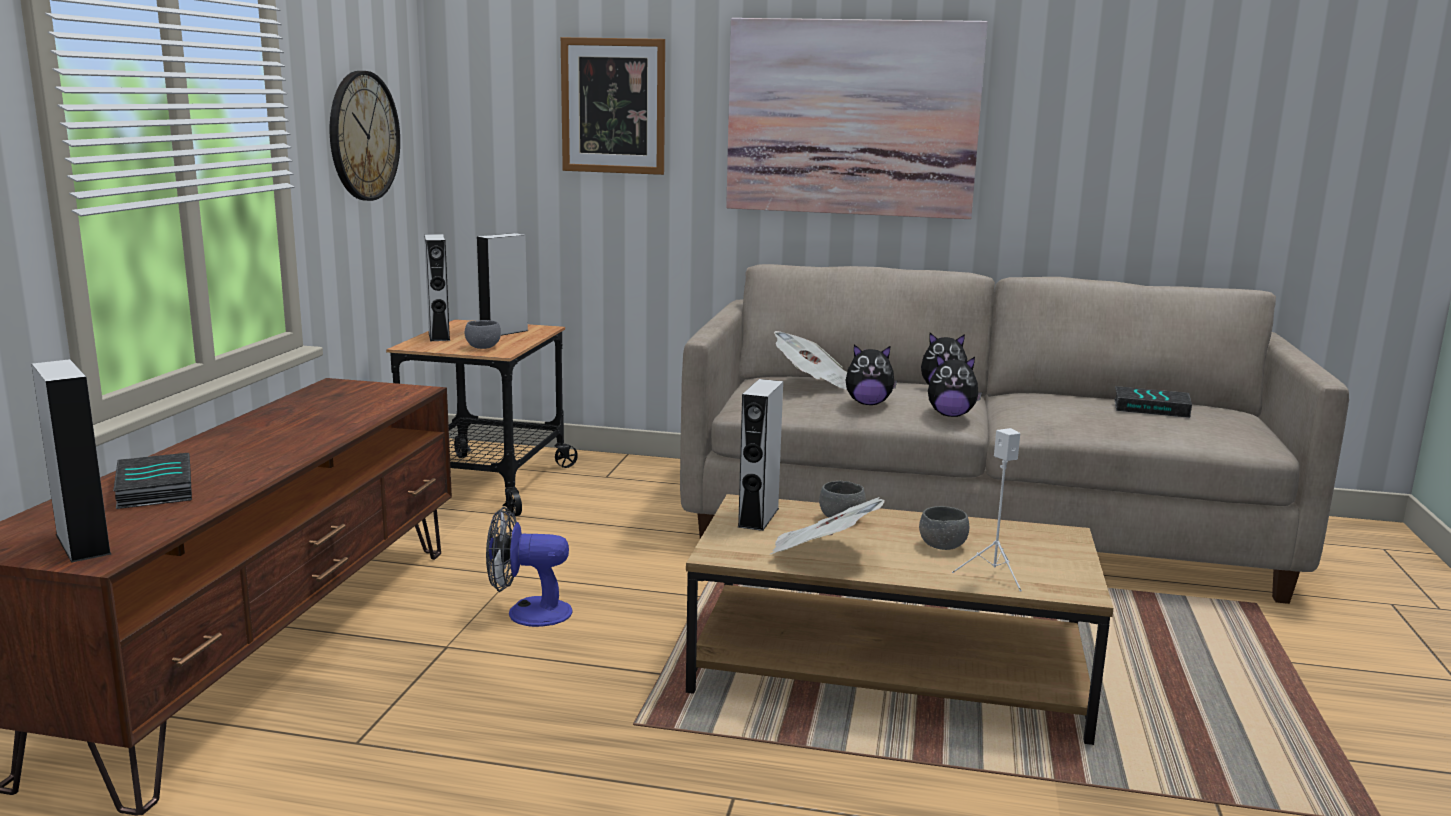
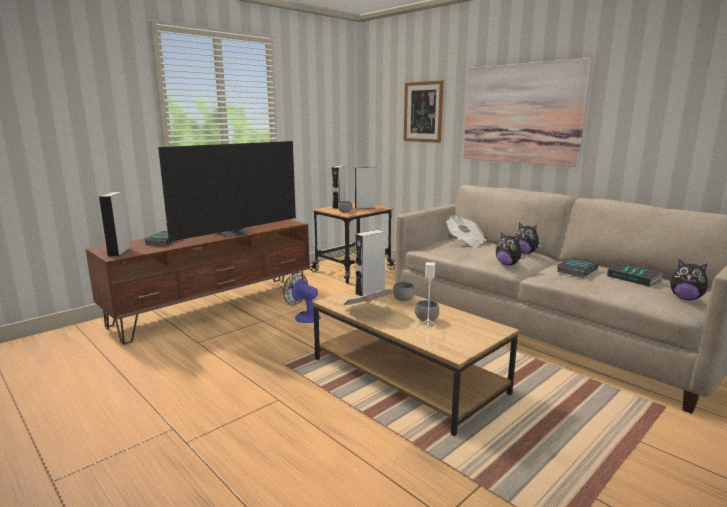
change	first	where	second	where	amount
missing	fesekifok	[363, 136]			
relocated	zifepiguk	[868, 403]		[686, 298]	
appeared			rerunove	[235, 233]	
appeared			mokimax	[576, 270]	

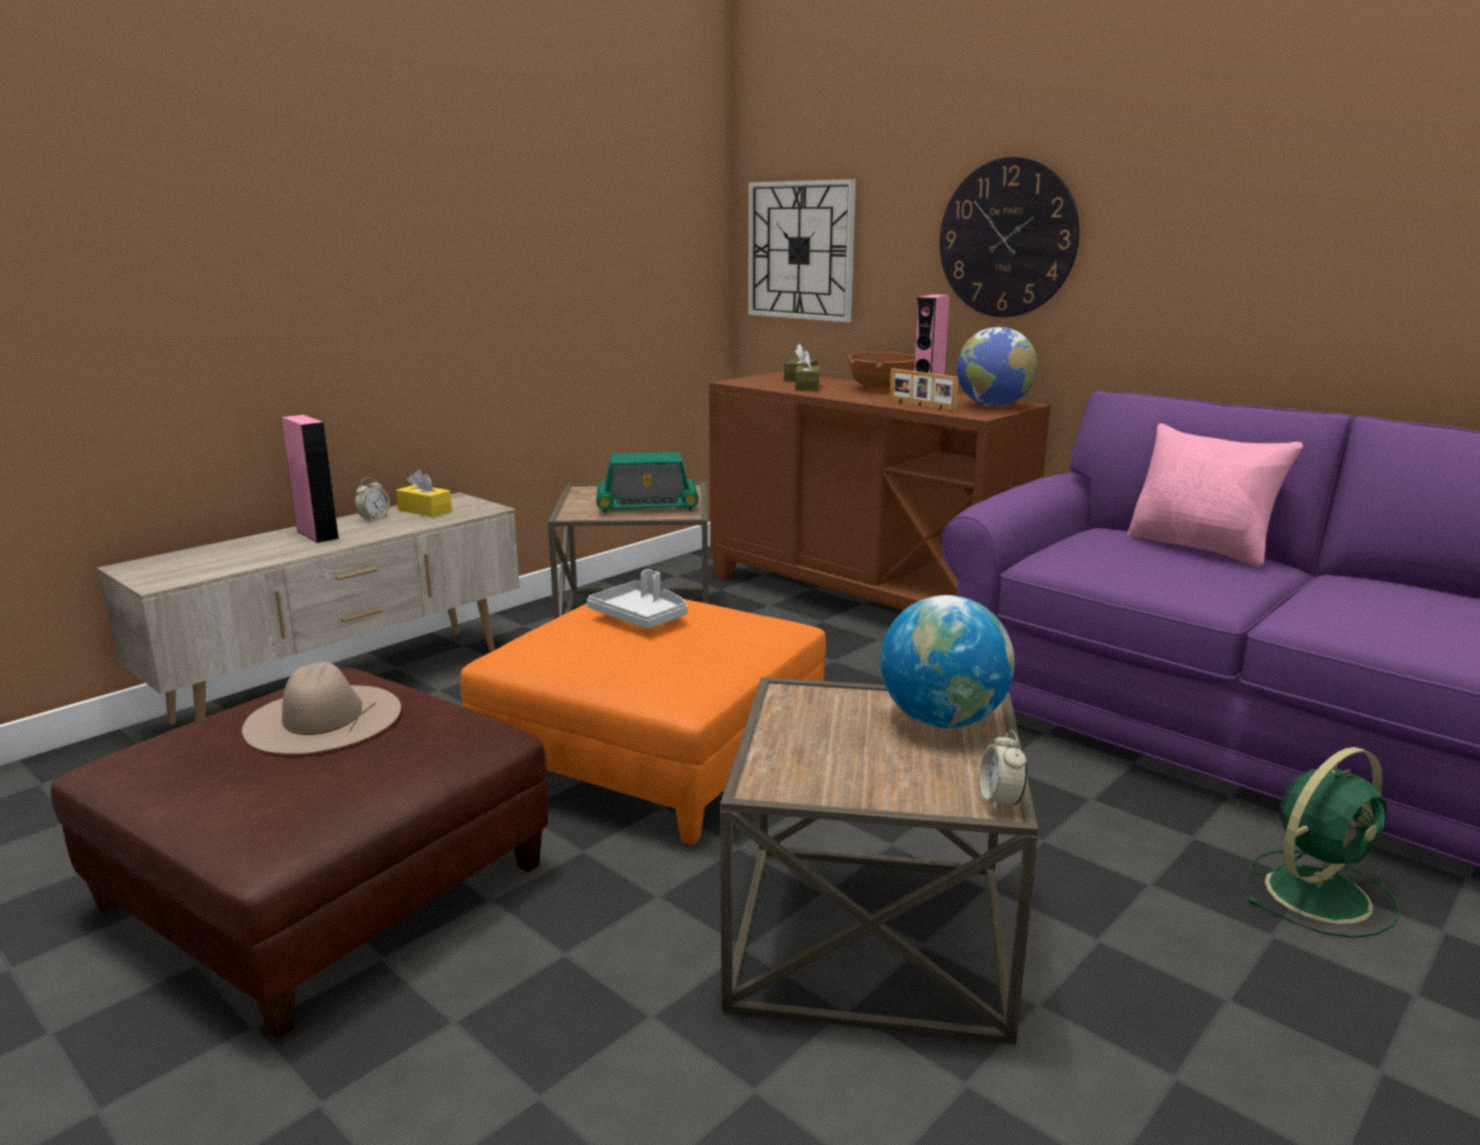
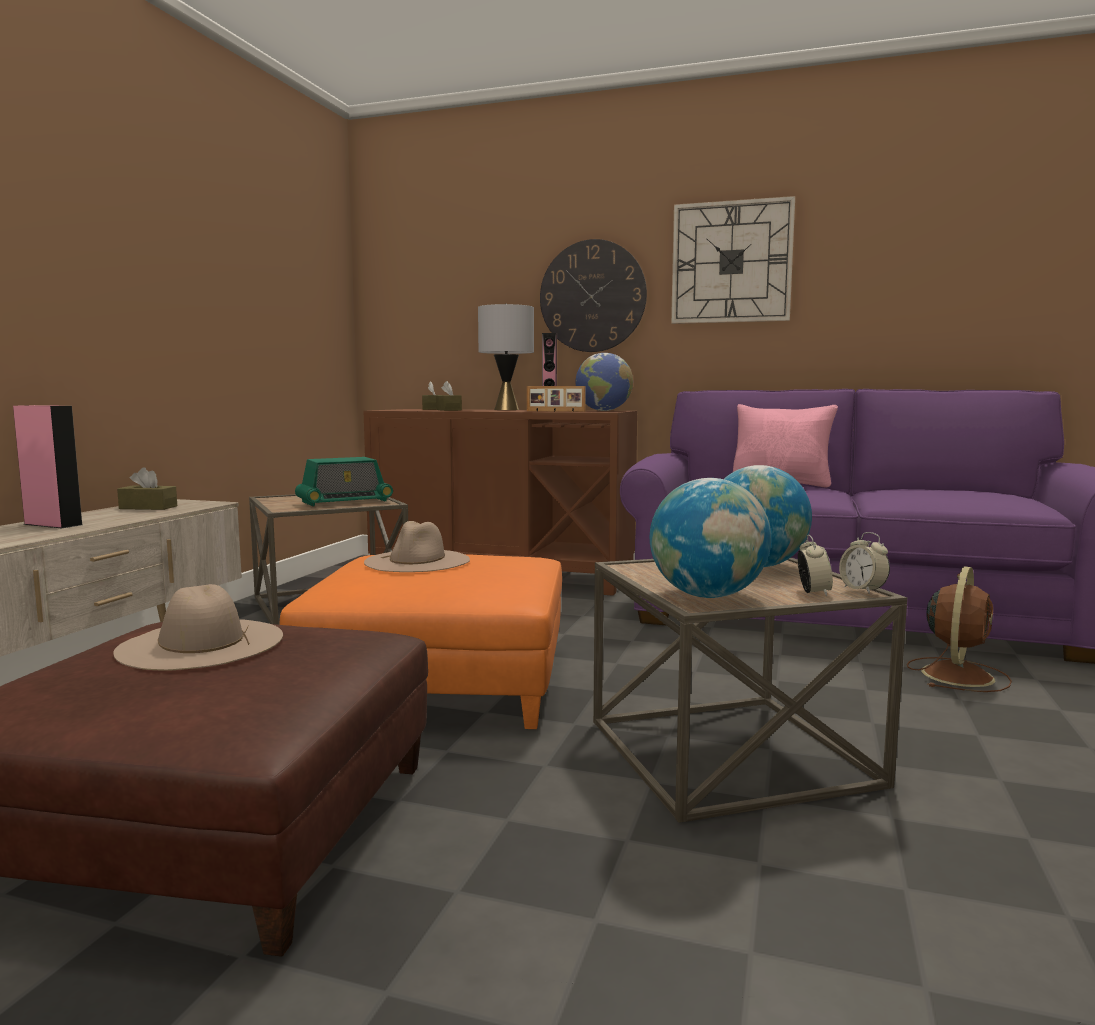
change	first	where	second	where	amount
relocated	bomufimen	[374, 518]		[813, 592]	
colour	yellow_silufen	[425, 510]	brown_silufen	[148, 507]	
exchanged	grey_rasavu	[641, 617]	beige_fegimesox	[417, 561]	
relocated	fesekifok	[800, 250]		[731, 262]	
exchanged	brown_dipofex	[882, 389]	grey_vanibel	[506, 409]	
colour	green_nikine	[1320, 892]	brown_nikine	[958, 674]	
appeared			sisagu	[708, 596]	

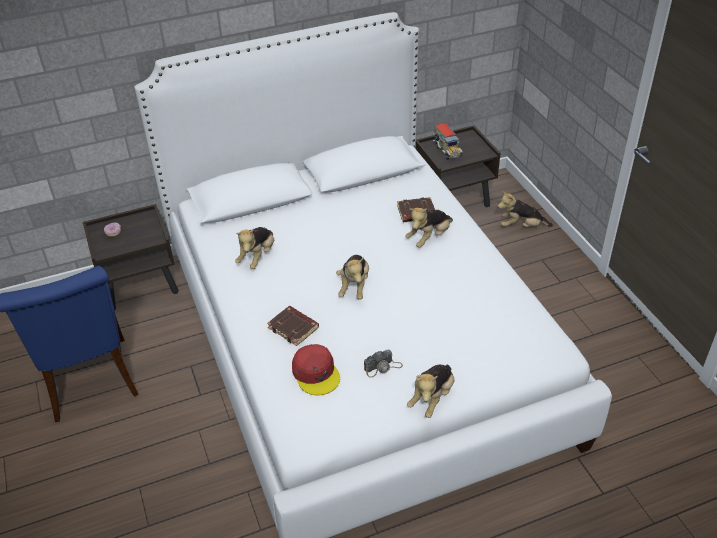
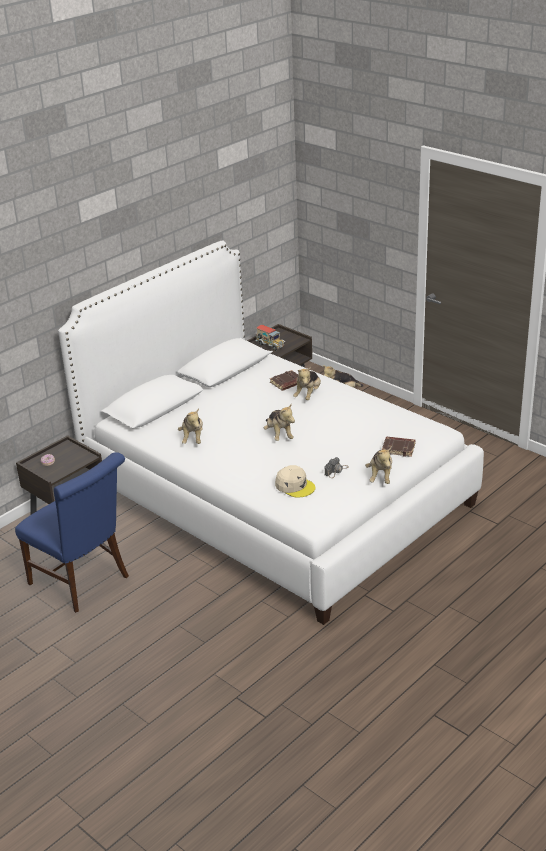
change	first	where	second	where	amount
relocated	brown_mokimax	[294, 328]		[399, 448]	
colour	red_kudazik	[316, 373]	beige_kudazik	[295, 486]	

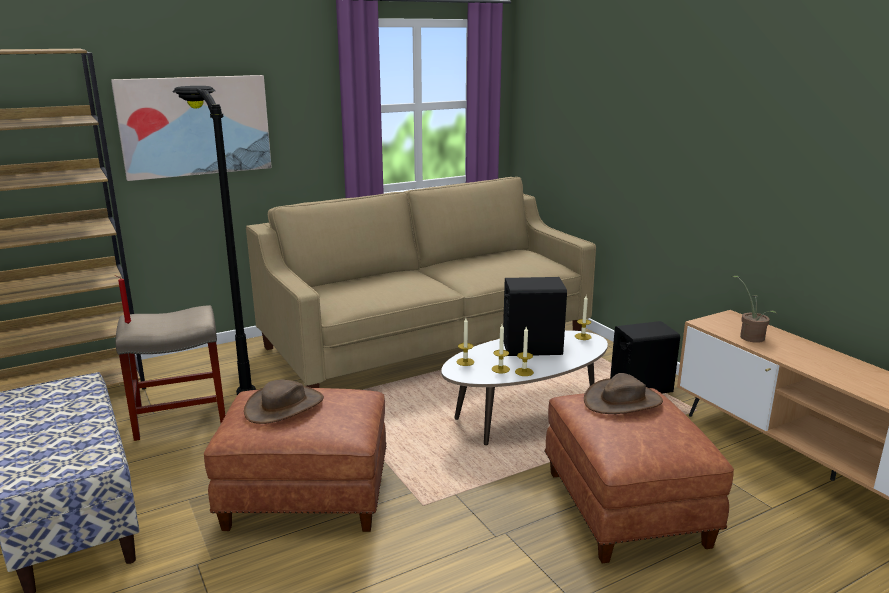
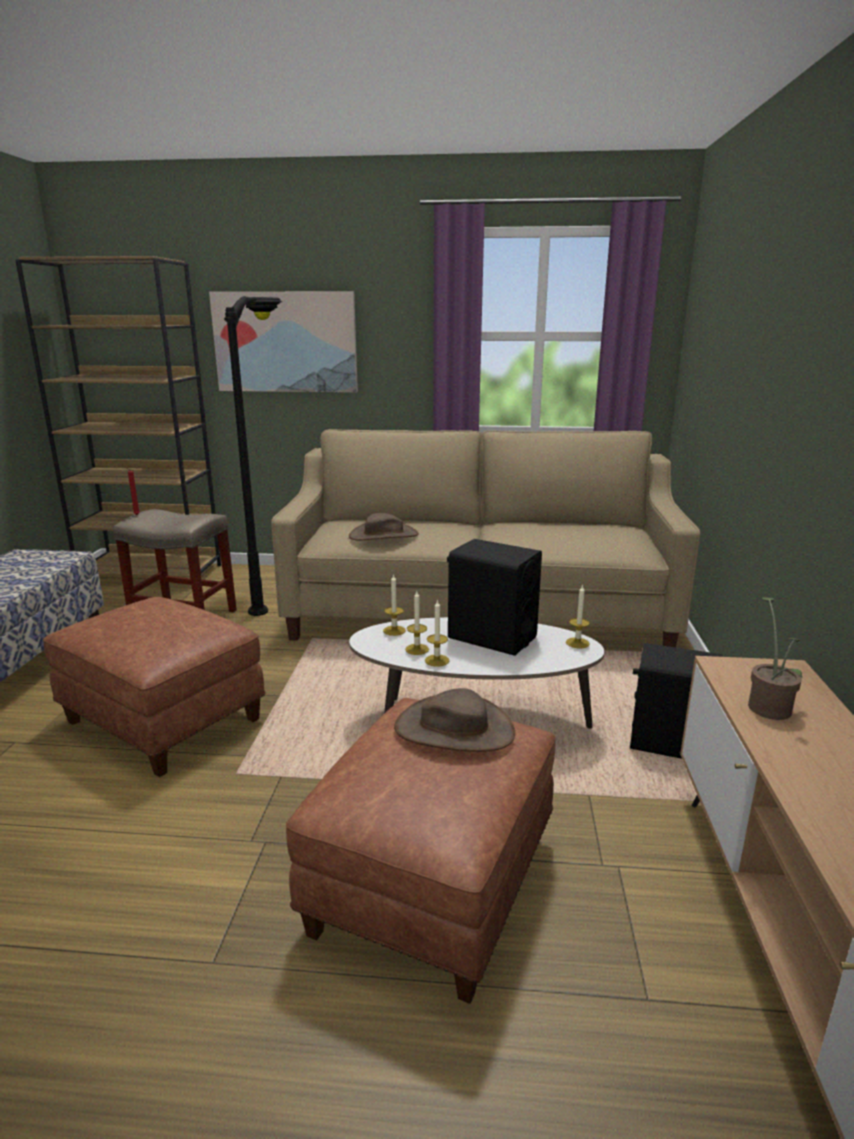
change	first	where	second	where	amount
relocated	brown_fegimesox	[284, 406]		[383, 535]	

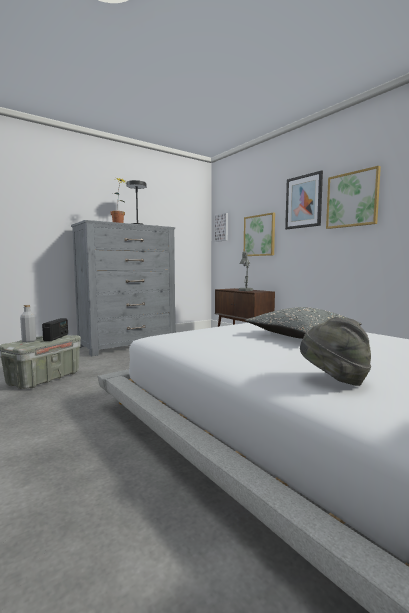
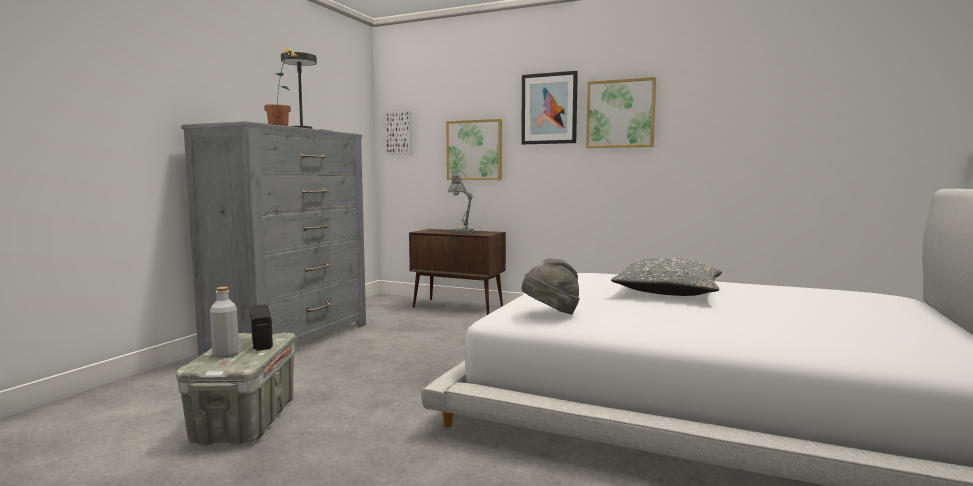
change	first	where	second	where	amount
relocated	grey_fegimesox	[334, 380]		[550, 313]	

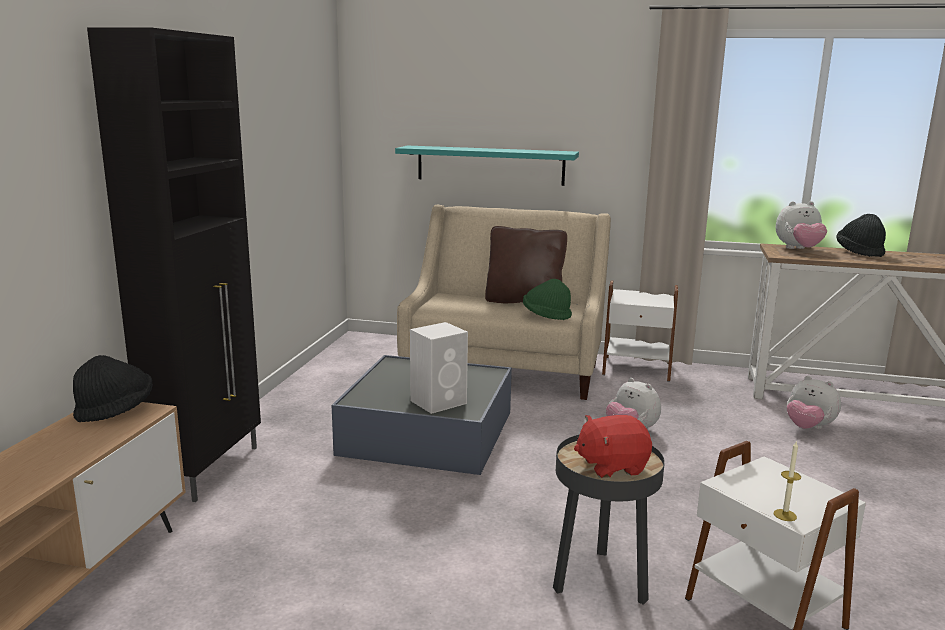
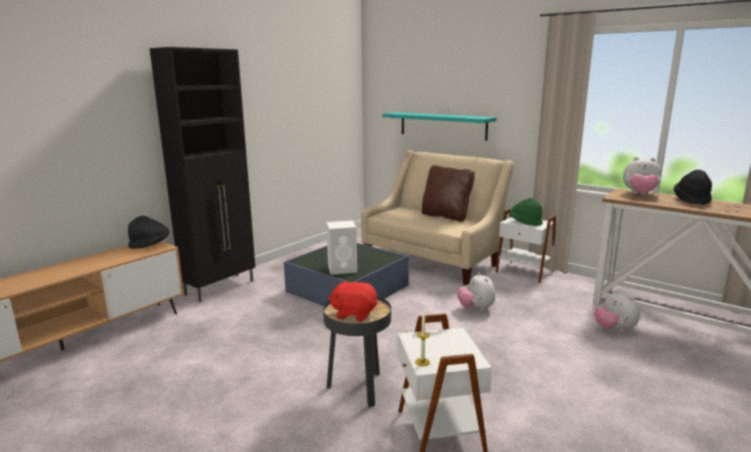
change	first	where	second	where	amount
relocated	green_fegimesox	[546, 316]		[525, 222]	

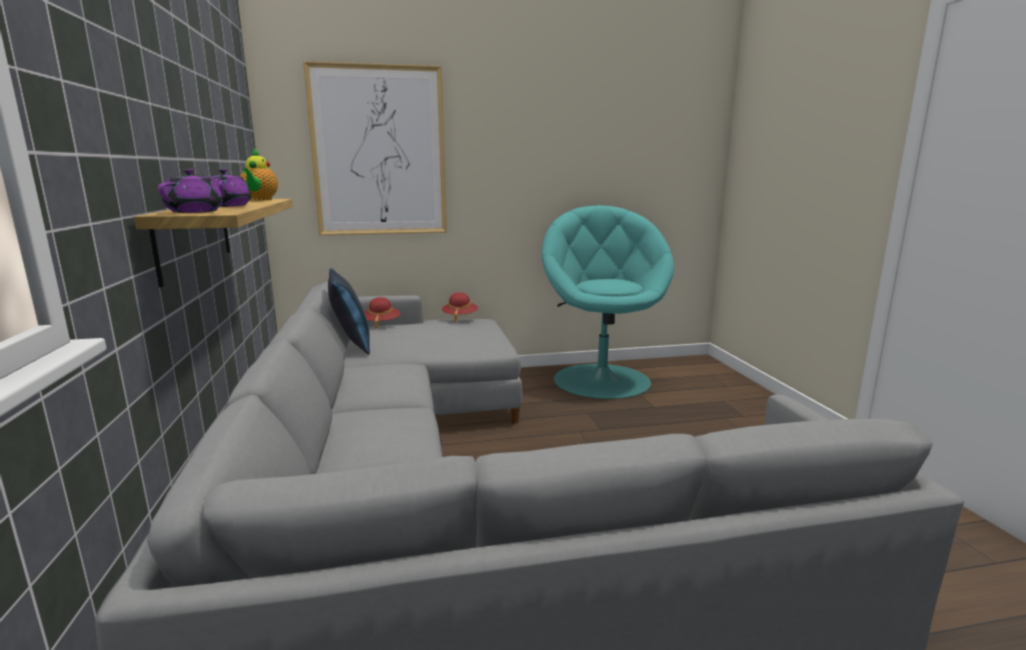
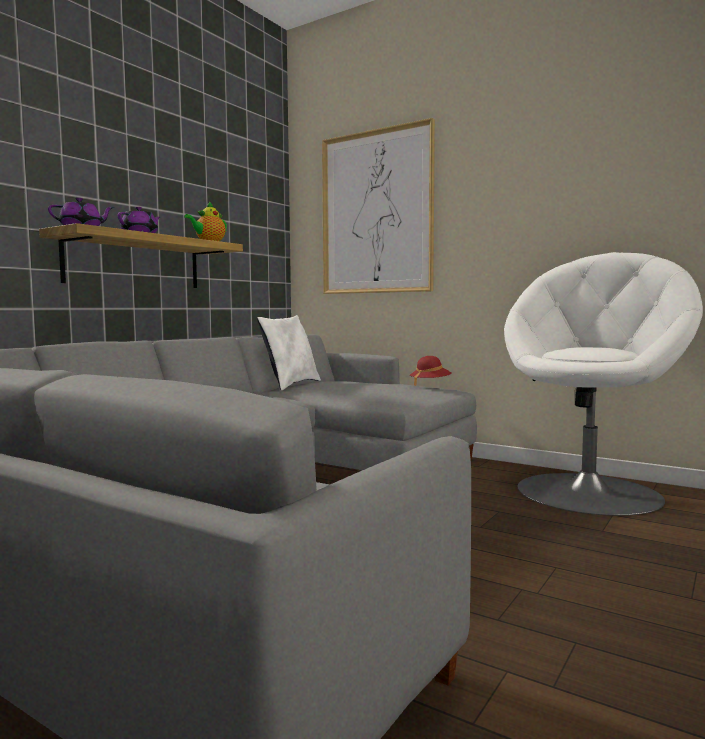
change	first	where	second	where	amount
colour	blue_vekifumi	[351, 344]	white_vekifumi	[290, 385]	
missing	red_fegimesox	[381, 323]			
colour	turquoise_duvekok	[602, 379]	white_duvekok	[589, 492]	

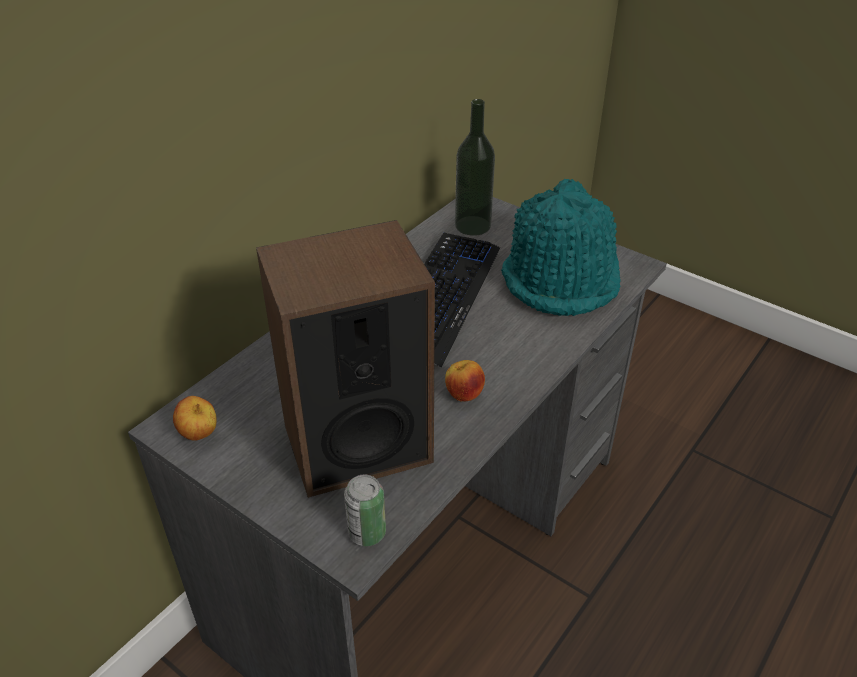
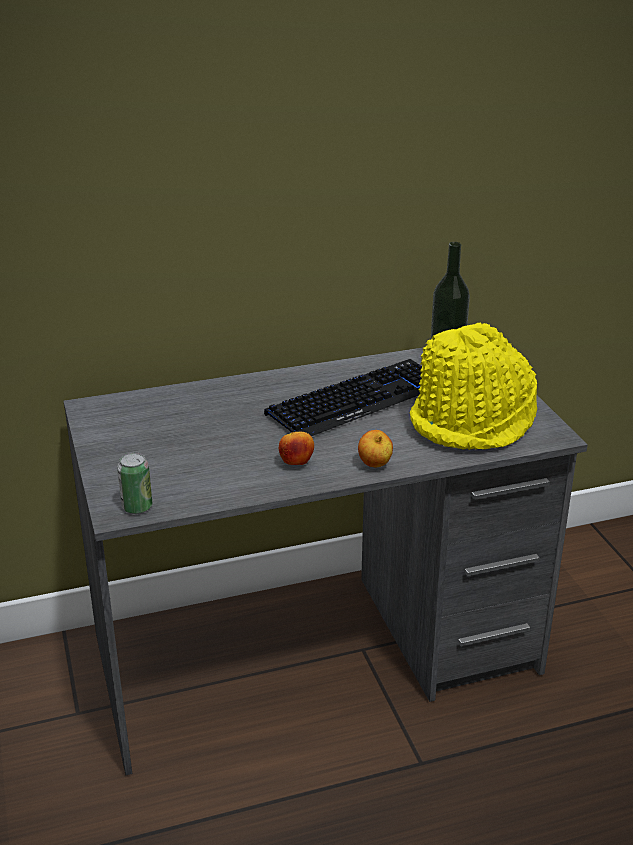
change	first	where	second	where	amount
relocated	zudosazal	[199, 434]		[375, 465]	
missing	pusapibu	[357, 443]			
colour	turquoise_fegimesox	[561, 278]	yellow_fegimesox	[474, 422]	

